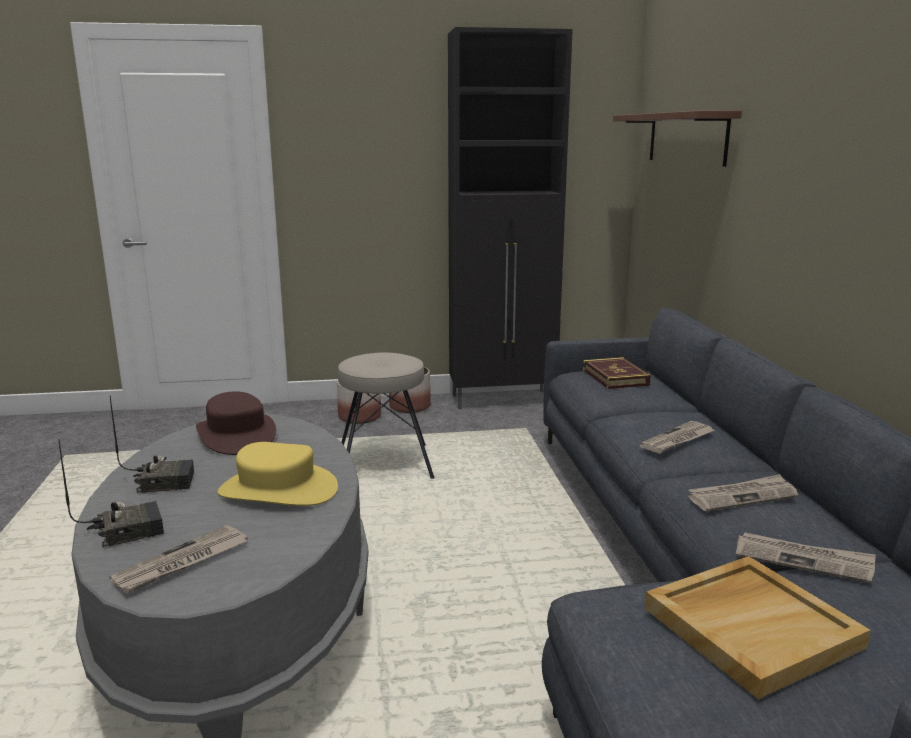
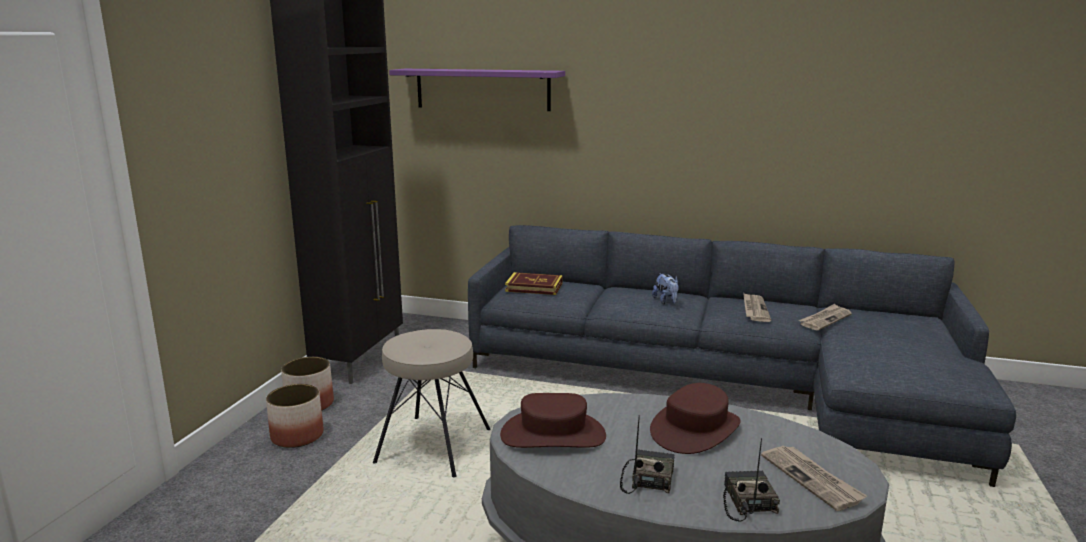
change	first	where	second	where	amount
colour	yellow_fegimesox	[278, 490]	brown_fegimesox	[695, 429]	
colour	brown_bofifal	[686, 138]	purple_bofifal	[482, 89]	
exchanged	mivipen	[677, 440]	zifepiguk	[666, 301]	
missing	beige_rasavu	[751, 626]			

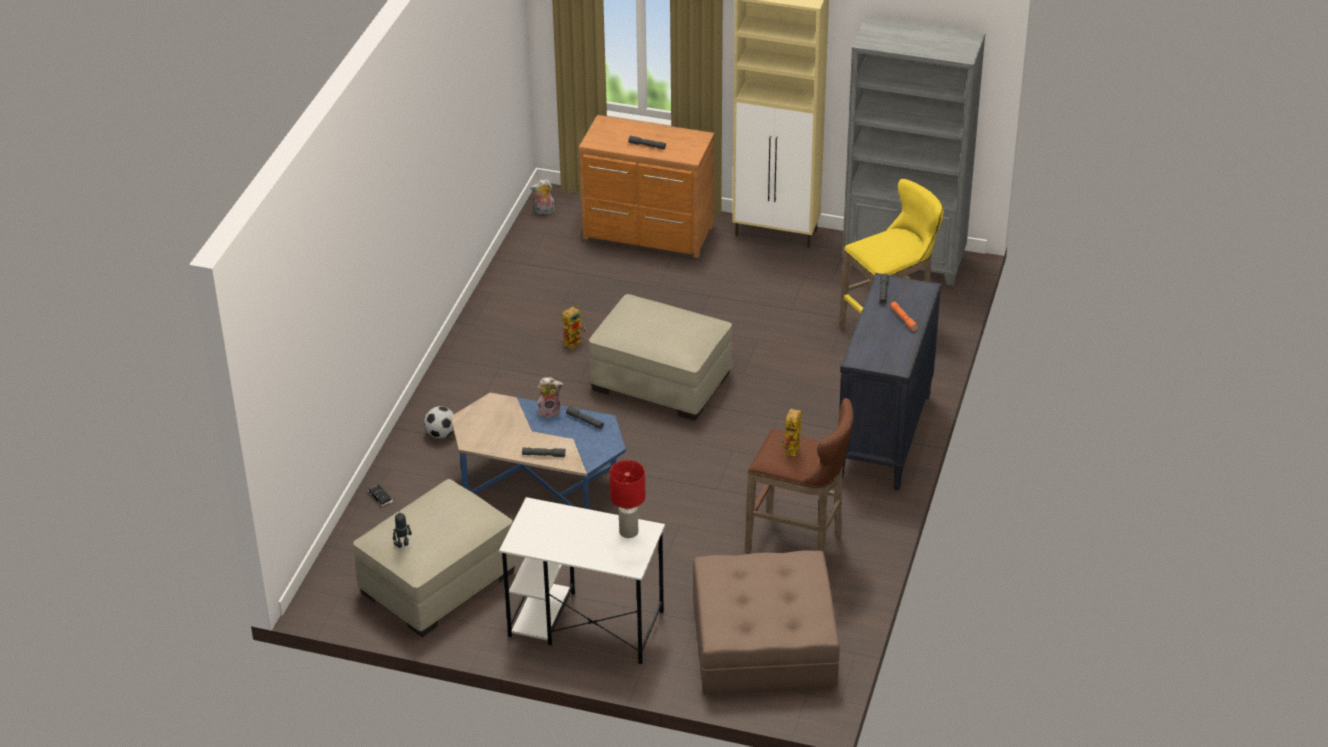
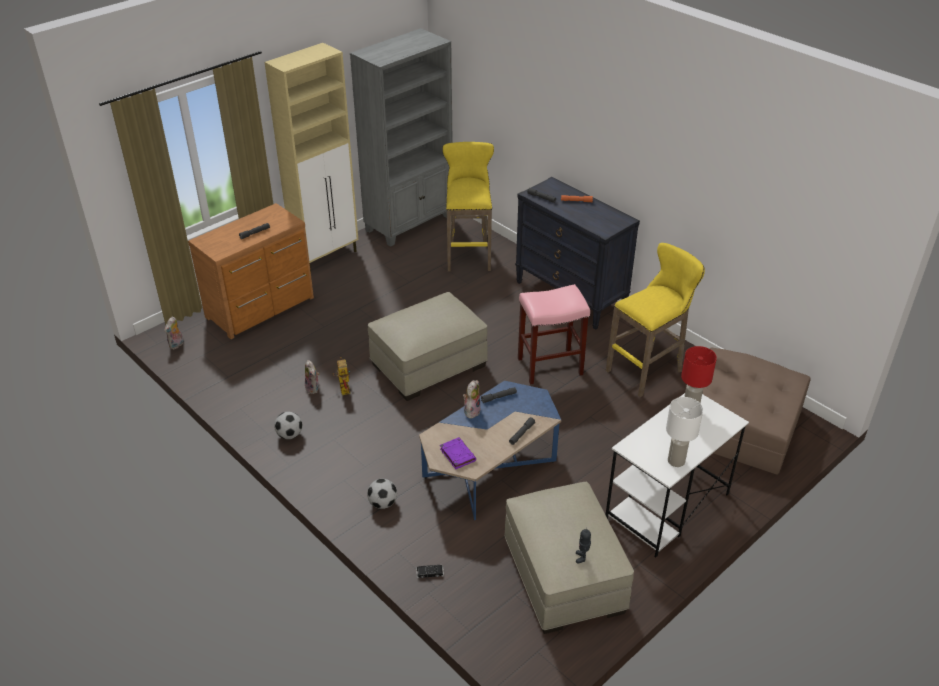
change	first	where	second	where	amount
colour	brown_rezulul	[799, 543]	yellow_rezulul	[647, 370]	
missing	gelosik	[792, 453]			
appeared			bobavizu	[290, 435]	
appeared			zifepiguk	[313, 388]	
appeared			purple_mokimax	[457, 455]	
appeared			pink_rezulul	[549, 367]	
appeared			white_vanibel	[676, 461]	

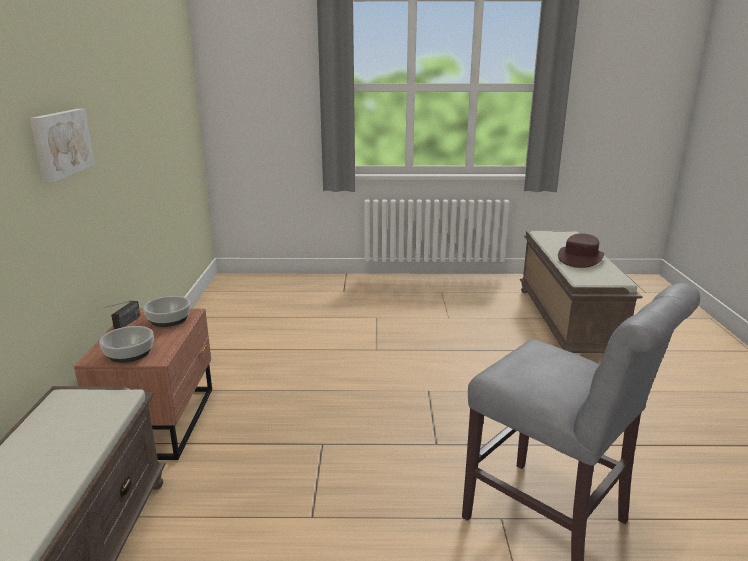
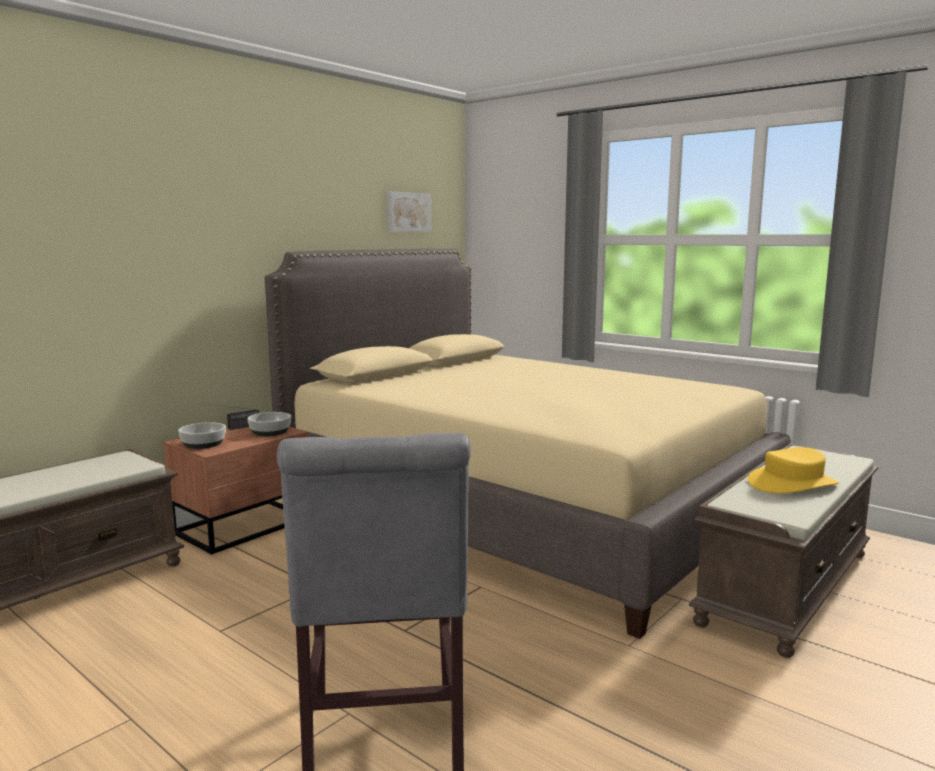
change	first	where	second	where	amount
relocated	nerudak	[60, 143]		[407, 212]	
colour	brown_fegimesox	[580, 258]	yellow_fegimesox	[792, 483]	
appeared			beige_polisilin	[521, 508]	

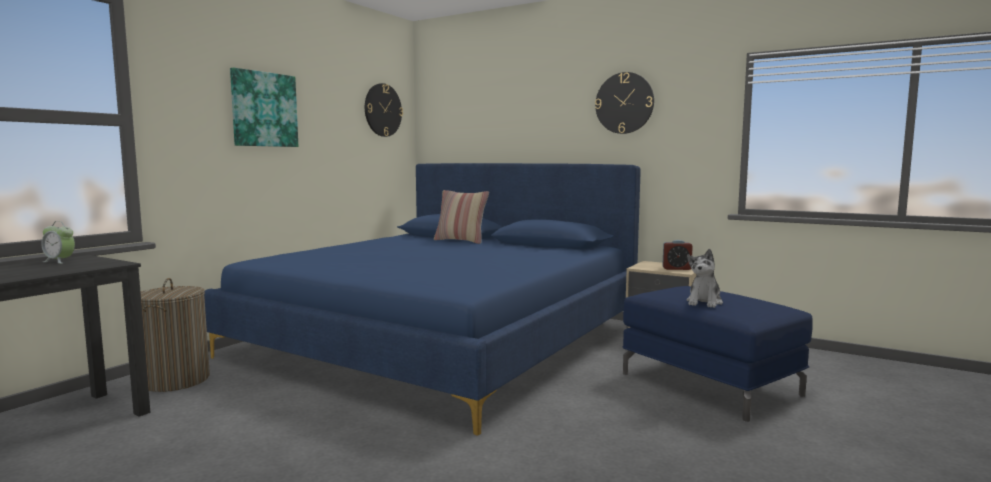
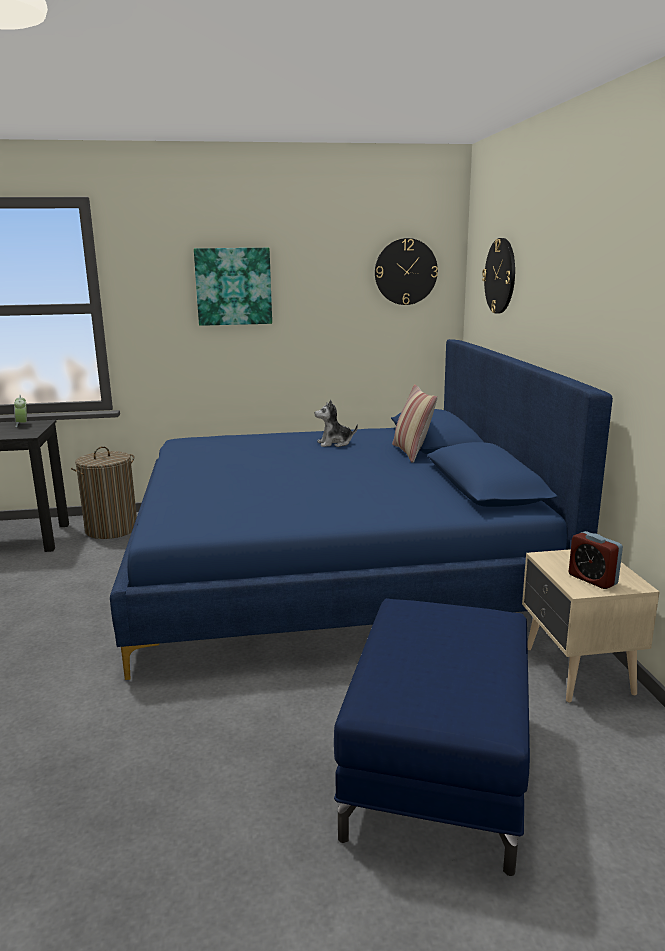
change	first	where	second	where	amount
relocated	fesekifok	[624, 103]		[500, 276]	
relocated	zifepiguk	[704, 302]		[335, 443]	

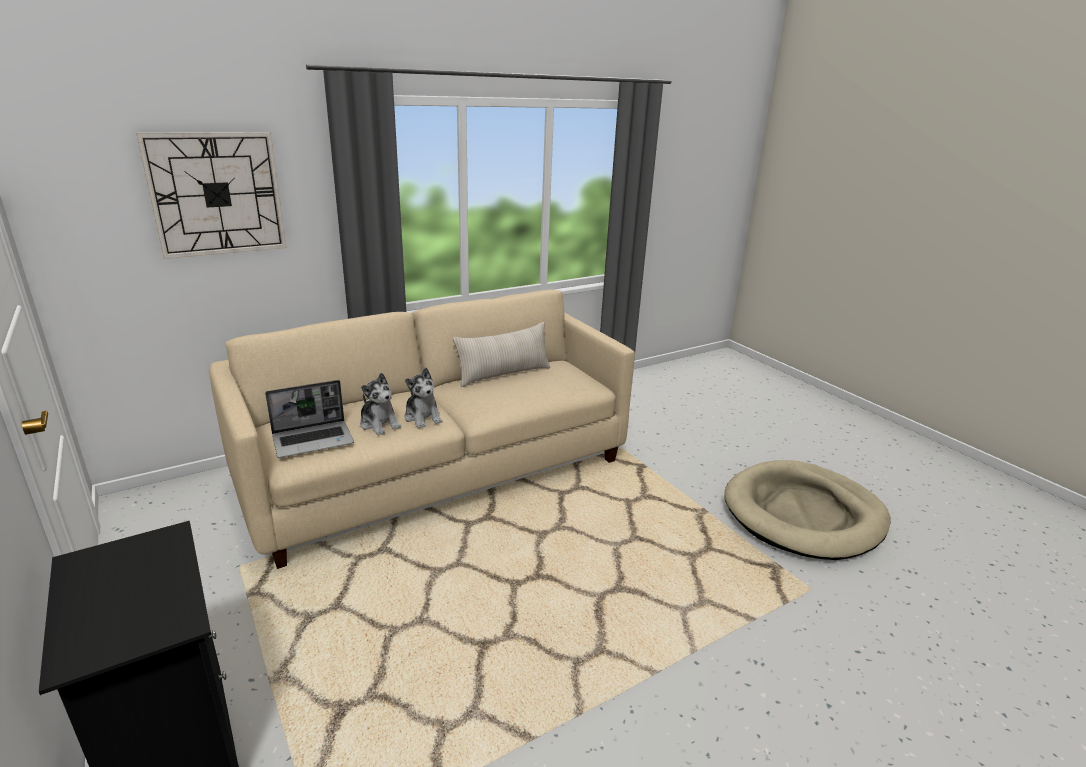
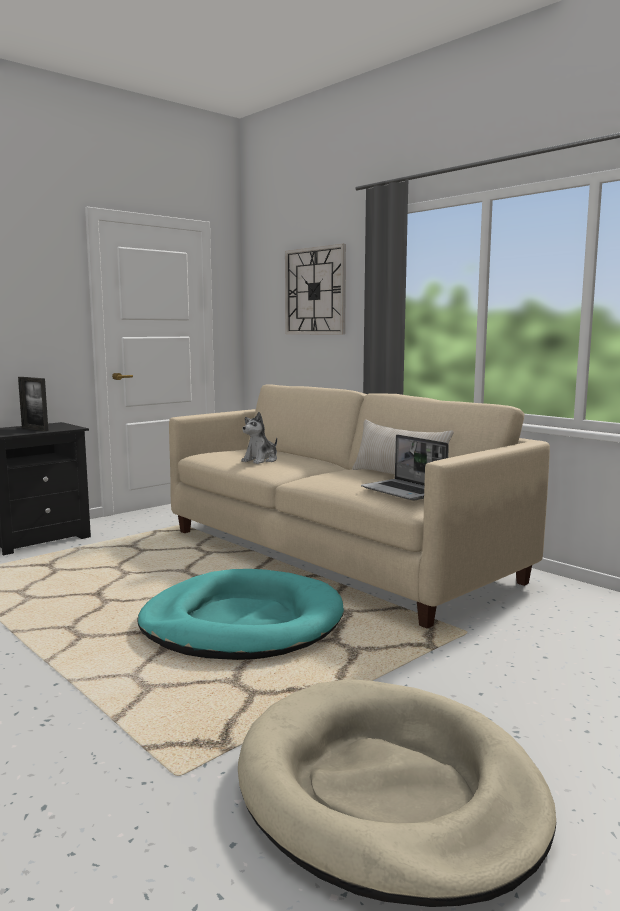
change	first	where	second	where	amount
relocated	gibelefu	[314, 440]		[404, 491]	
missing	zifepiguk	[423, 417]			
appeared			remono	[34, 429]	
appeared			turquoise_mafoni	[242, 623]	

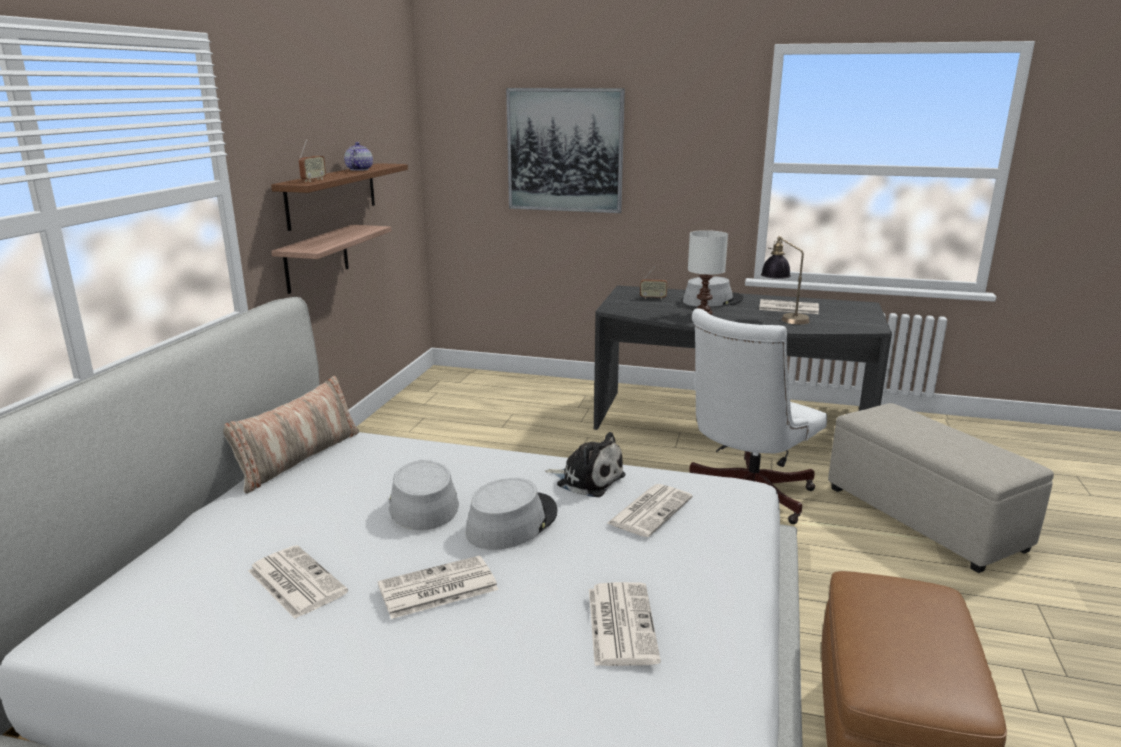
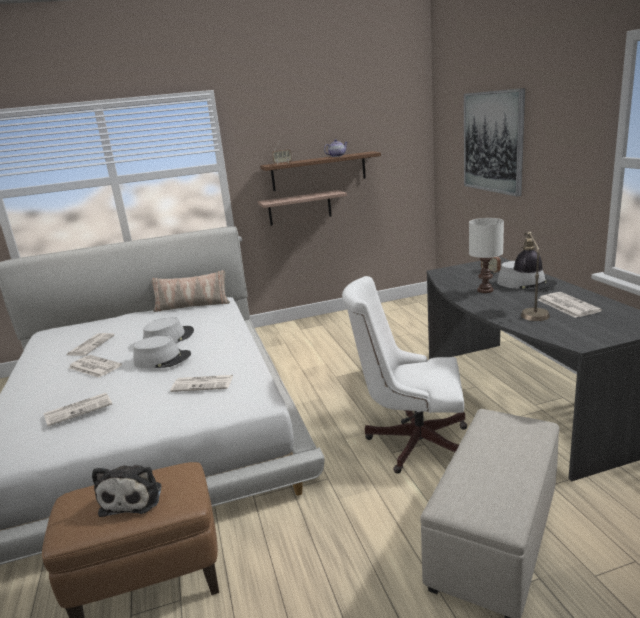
change	first	where	second	where	amount
relocated	zifepiguk	[587, 480]		[133, 497]	

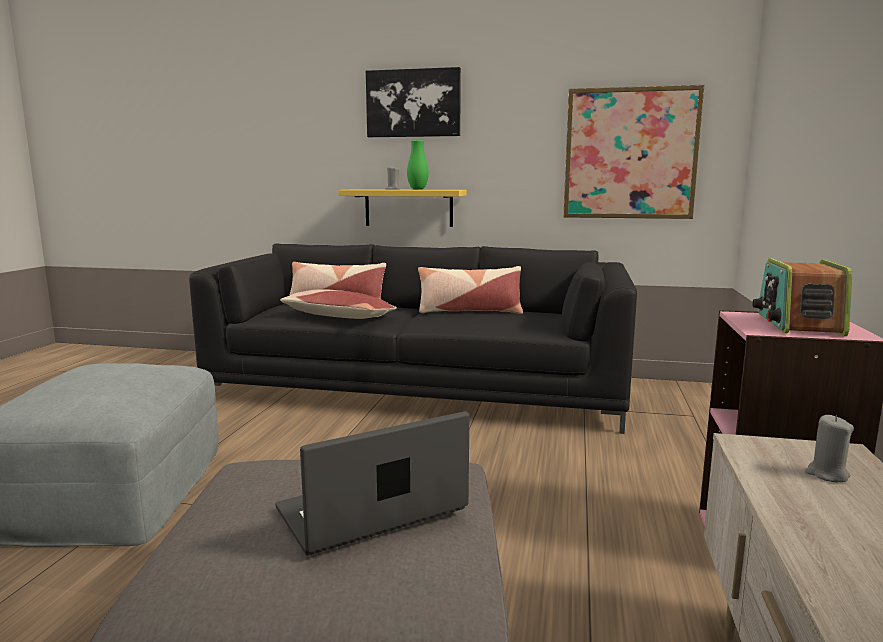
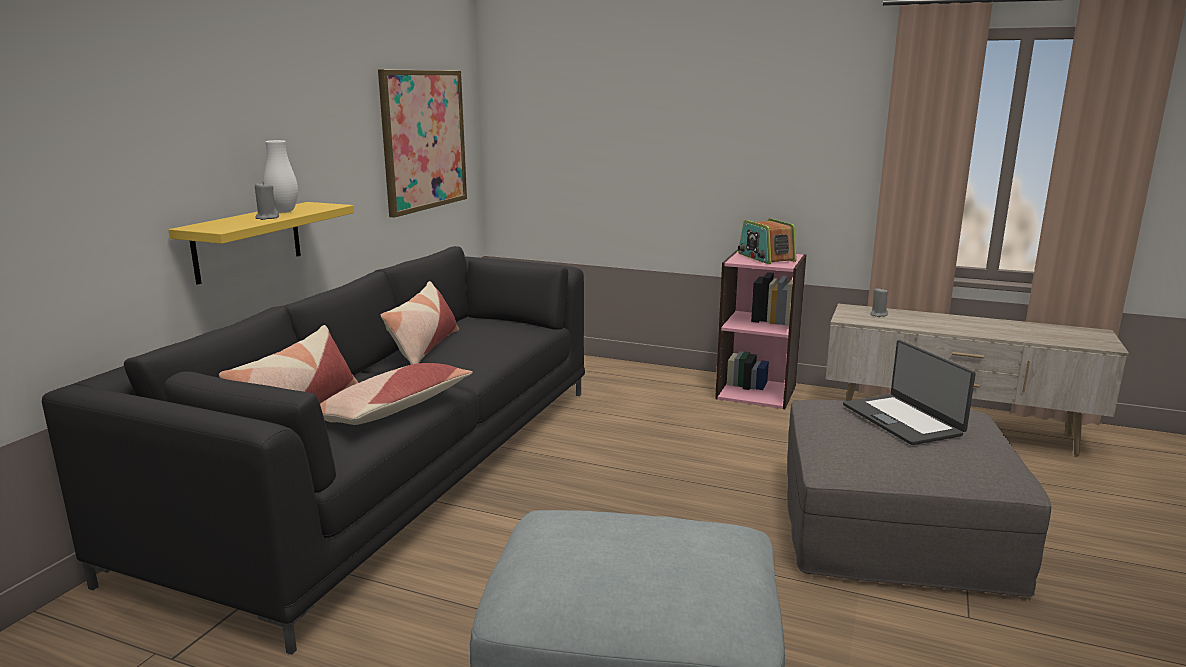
change	first	where	second	where	amount
missing	nerudak	[413, 103]			
colour	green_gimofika	[417, 189]	white_gimofika	[283, 212]	
spun	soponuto	[797, 324]		[765, 257]	45 degrees clockwise

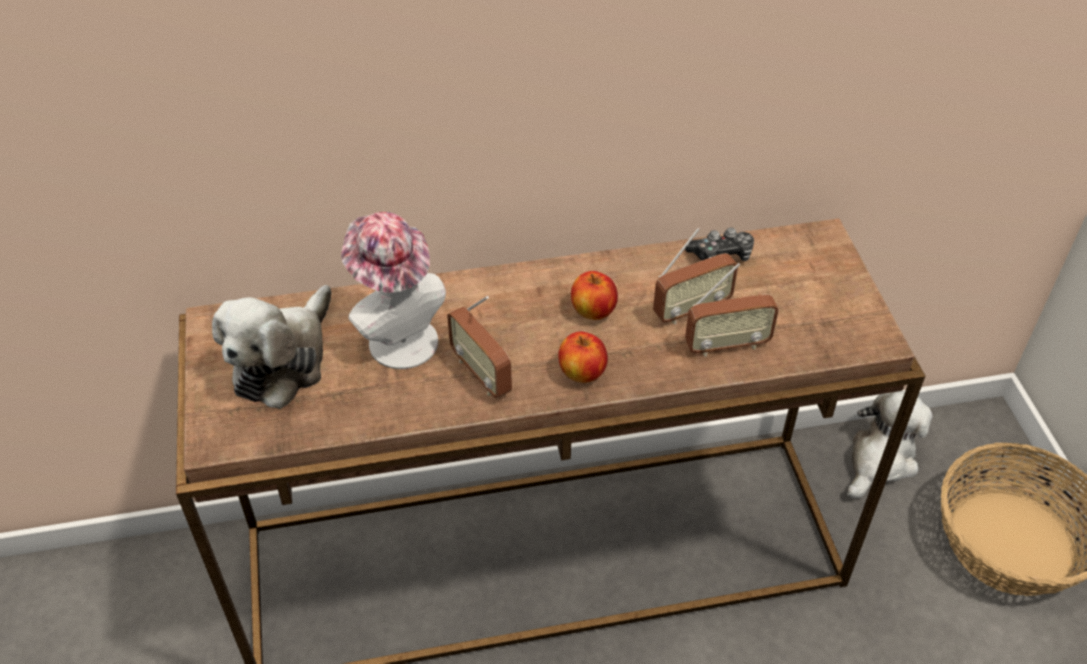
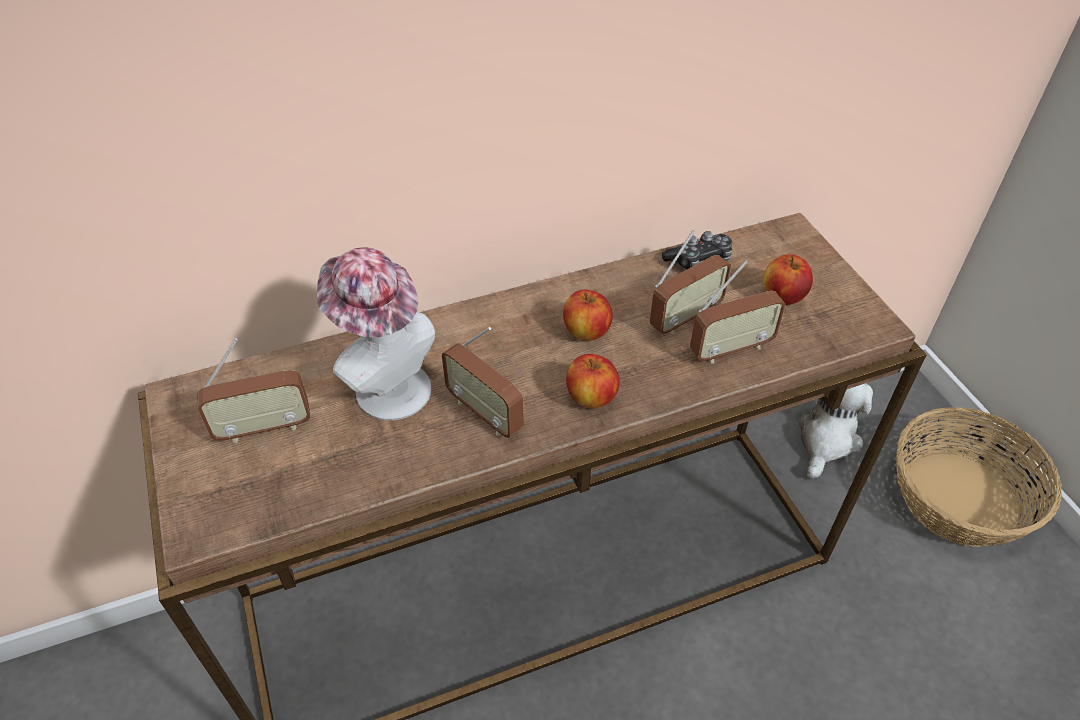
change	first	where	second	where	amount
exchanged	zifepiguk	[283, 360]	soponuto	[263, 428]	
appeared			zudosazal	[782, 296]	

